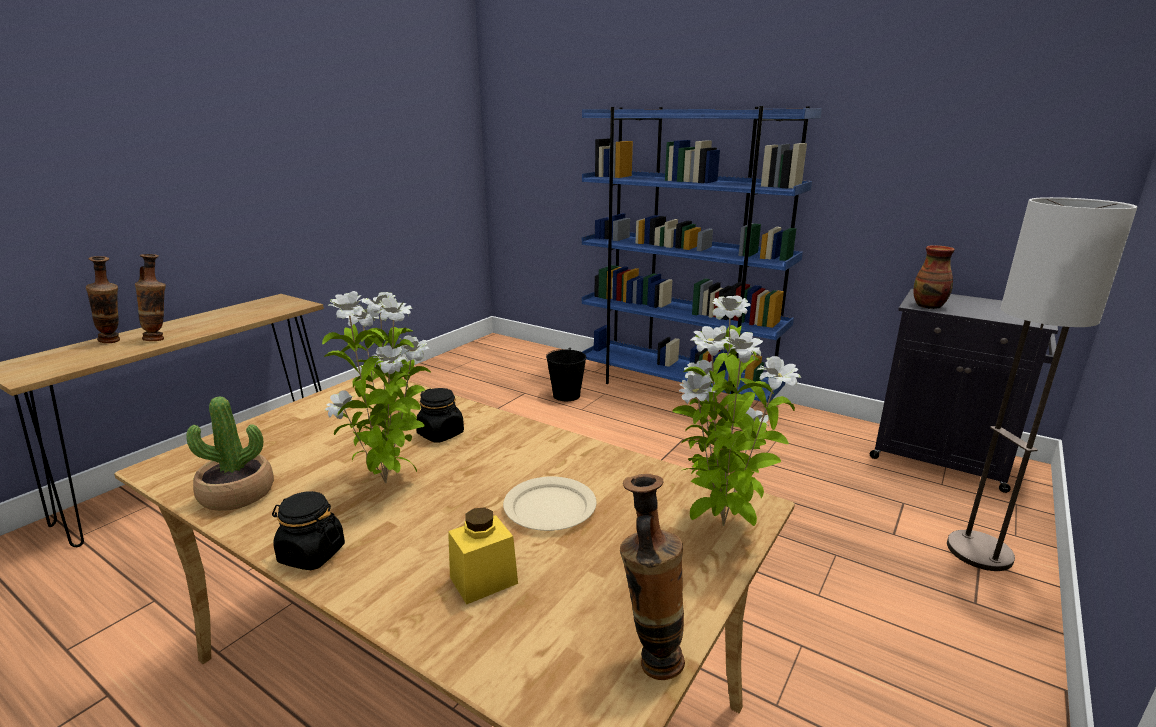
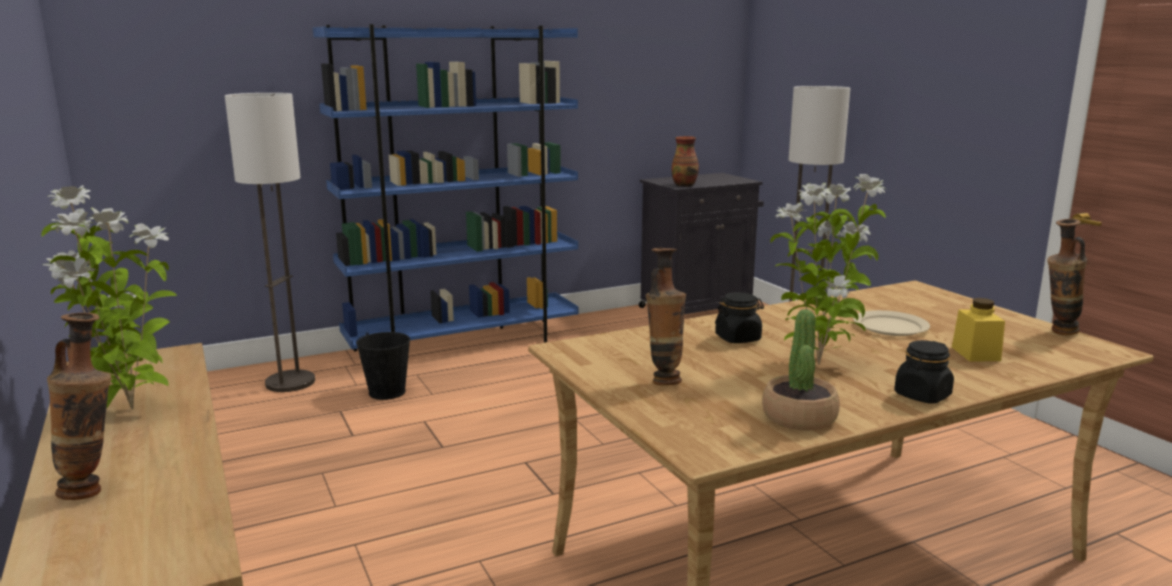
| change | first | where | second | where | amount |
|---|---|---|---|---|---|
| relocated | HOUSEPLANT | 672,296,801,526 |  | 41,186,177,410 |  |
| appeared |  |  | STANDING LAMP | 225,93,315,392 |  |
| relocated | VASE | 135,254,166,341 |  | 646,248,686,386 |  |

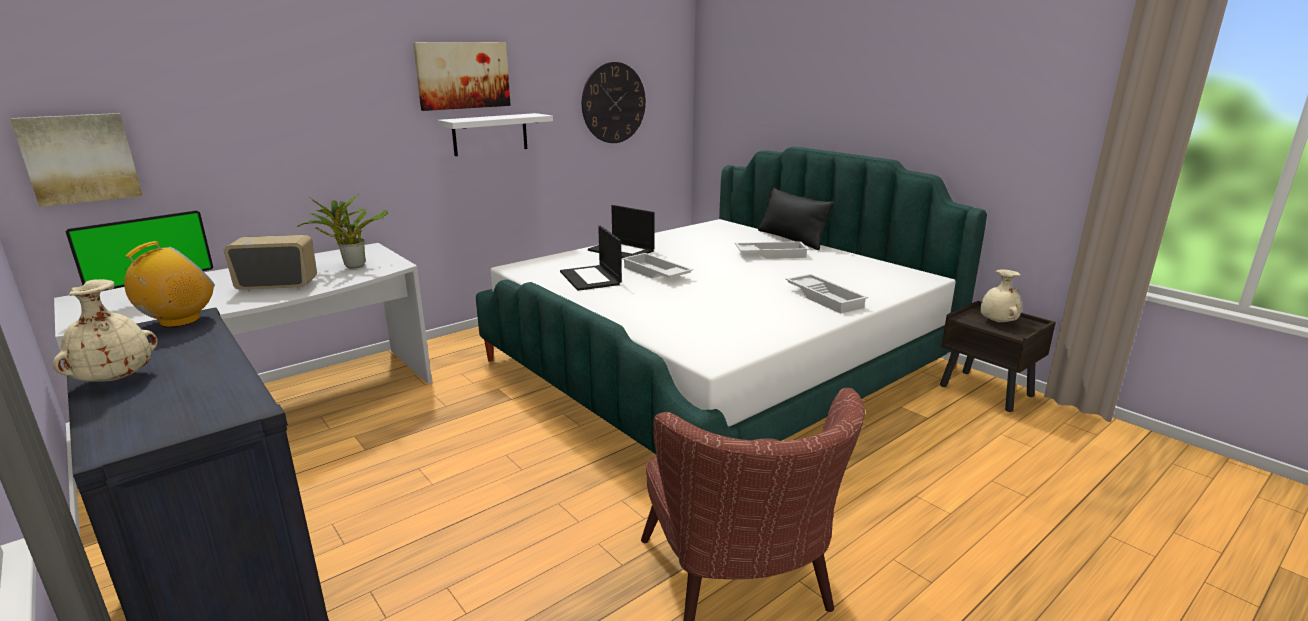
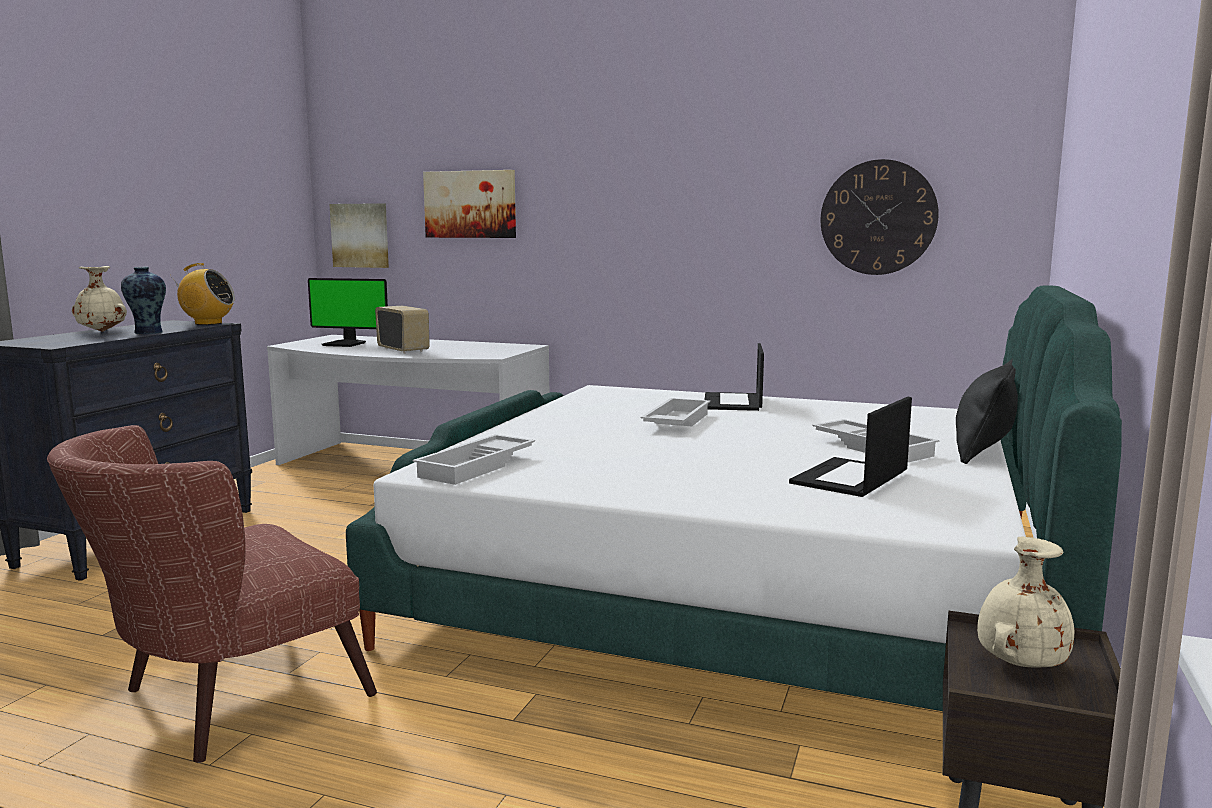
| change | first | where | second | where | amount |
|---|---|---|---|---|---|
| appeared |  |  | VASE | 121,266,166,334 |  |
| relocated | WHITE TRAY | 785,274,868,314 |  | 413,434,535,485 |  |
| relocated | WALL PICTURE | 413,42,511,111 |  | 423,170,516,238 |  |
| relocated | PORTABLE COMPUTER | 560,226,622,291 |  | 789,397,912,497 |  |
| missing | HOUSEPLANT | 297,194,388,269 |  |  |  |
| missing | WHITE SHELF | 438,113,553,156 |  |  |  |

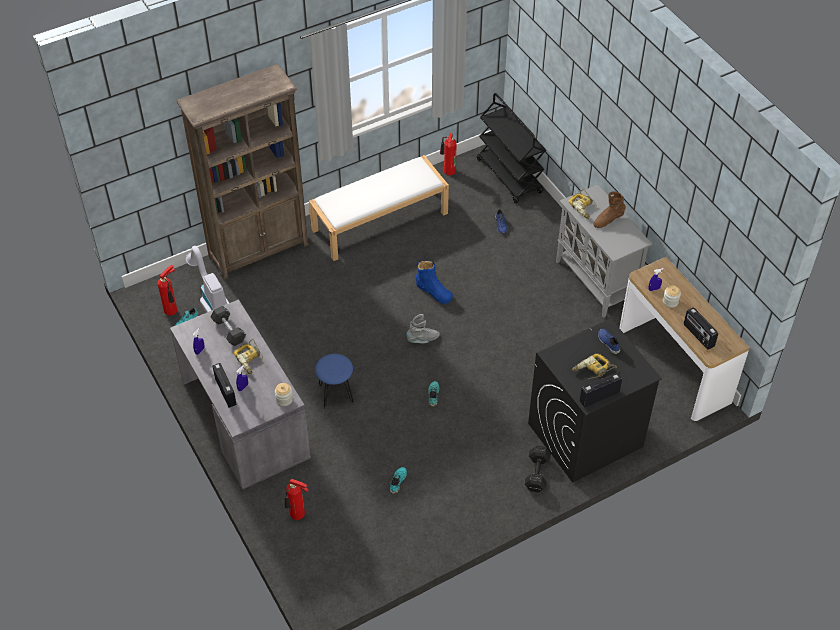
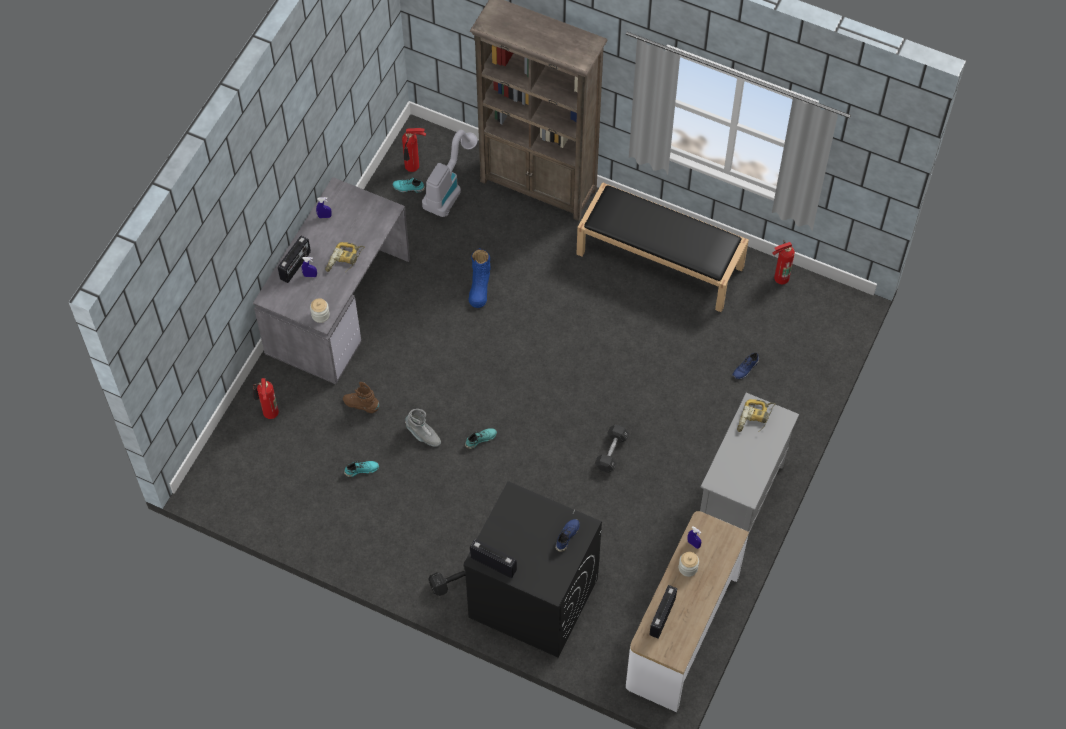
| change | first | where | second | where | amount |
|---|---|---|---|---|---|
| relocated | BROWN-COLOURED BOOT | 593,191,626,228 |  | 343,382,380,413 |  |
| relocated | GREY BOOT | 406,314,440,343 |  | 405,409,441,447 |  |
| relocated | BLUE BOOT | 416,261,453,304 |  | 468,248,490,308 |  |
| colour | WHITE BENCH | 309,155,449,261 | BLACKISH BENCH | 577,182,749,312 |  |
| relocated | BLACKISH HAND WEIGHT | 211,306,246,346 |  | 595,425,629,472 |  |
| missing | BLUE STOOL SEAT | 315,354,354,409 |  |  |  |
| missing | BLACKISH WHEELED CART | 477,93,546,204 |  |  |  |
| missing | POWER DRILL | 572,354,617,379 |  |  |  |

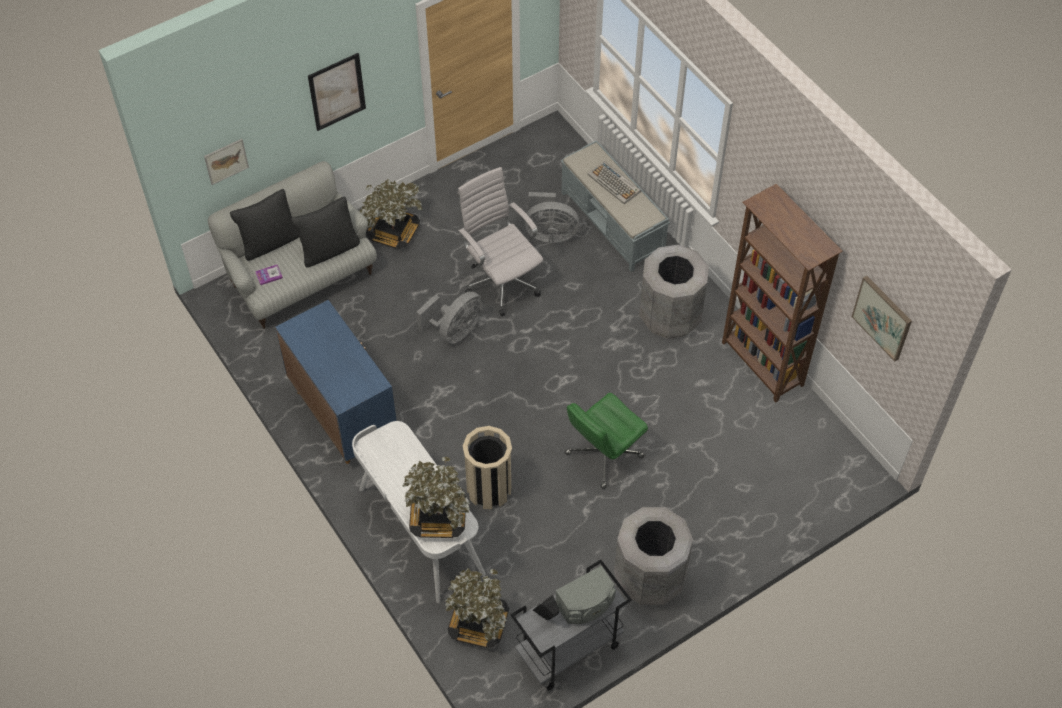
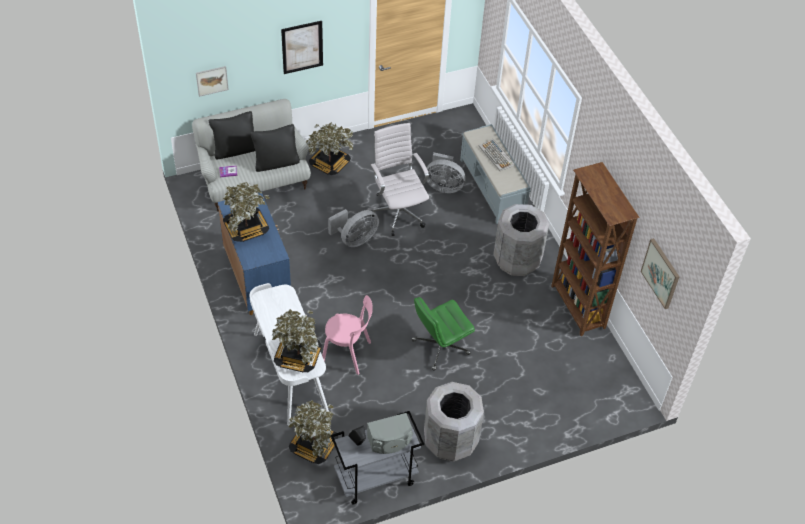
| change | first | where | second | where | amount |
|---|---|---|---|---|---|
| appeared |  |  | HOUSEPLANT | 223,182,270,242 |  |
| exchanged | BEIGE-COLOURED TRASH CAN | 463,426,512,509 | PINK-COLOURED CHAIR | 322,295,373,375 |  |

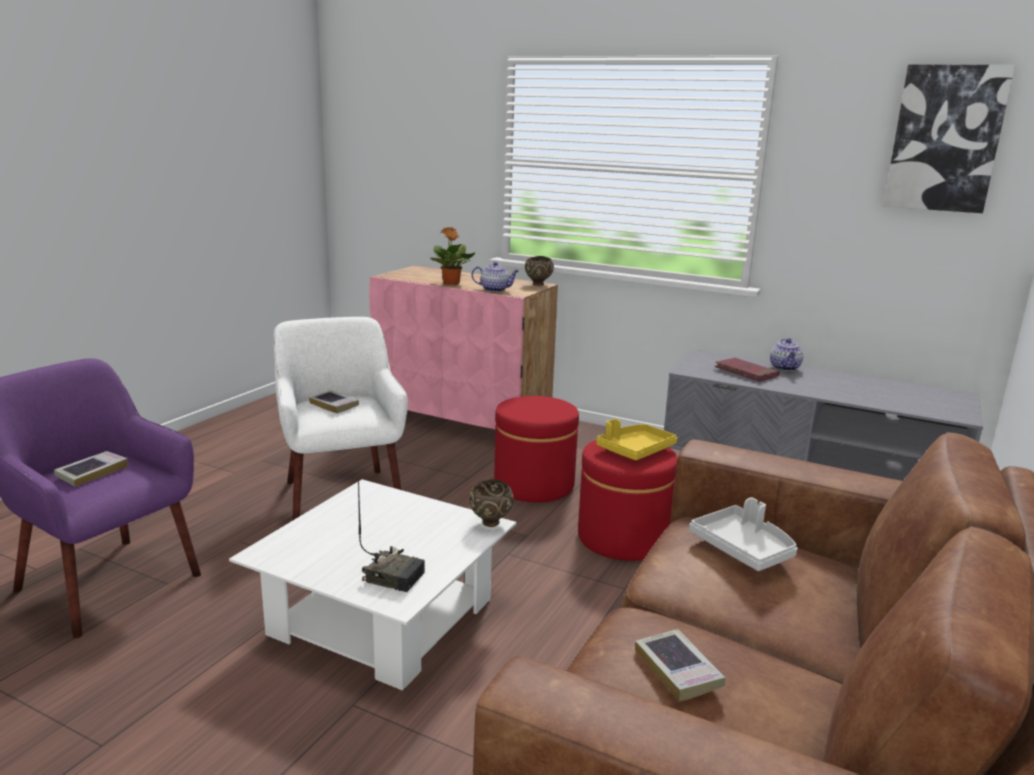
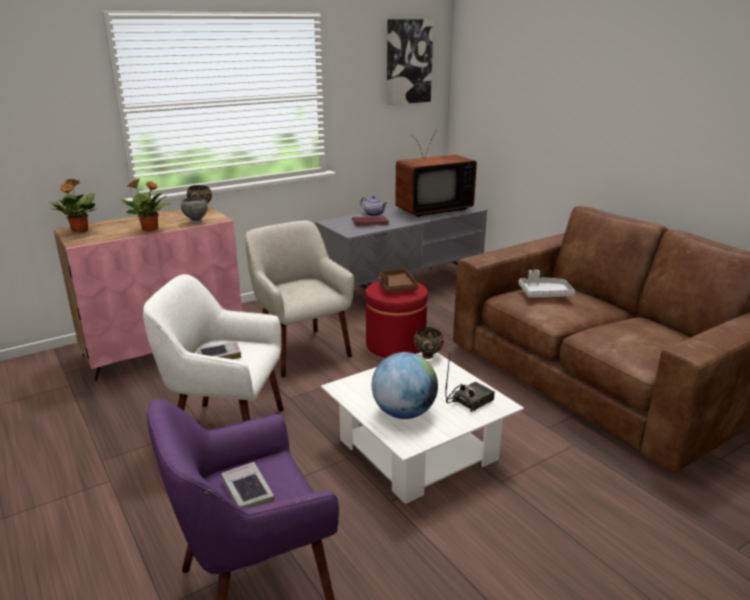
| change | first | where | second | where | amount |
|---|---|---|---|---|---|
| appeared |  |  | HOUSEPLANT | 49,179,96,232 |  |
| exchanged | TEAPOT | 471,262,519,292 | GREY BOWL | 181,197,208,224 |  |
| exchanged | RED-COLOURED FOOTREST | 494,396,579,502 | BEIGE-COLOURED LOUNGE CHAIR | 245,220,354,377 |  |
| appeared |  |  | WORLD GLOBE | 372,352,438,419 |  |
| colour | YELLOW-COLOURED TRAY | 596,419,677,460 | BROWN-COLOURED TRAY | 379,269,419,293 |  |
| appeared |  |  | TELEVISION | 395,129,477,217 |  |
| missing | BOOK | 635,629,726,701 |  |  |  |

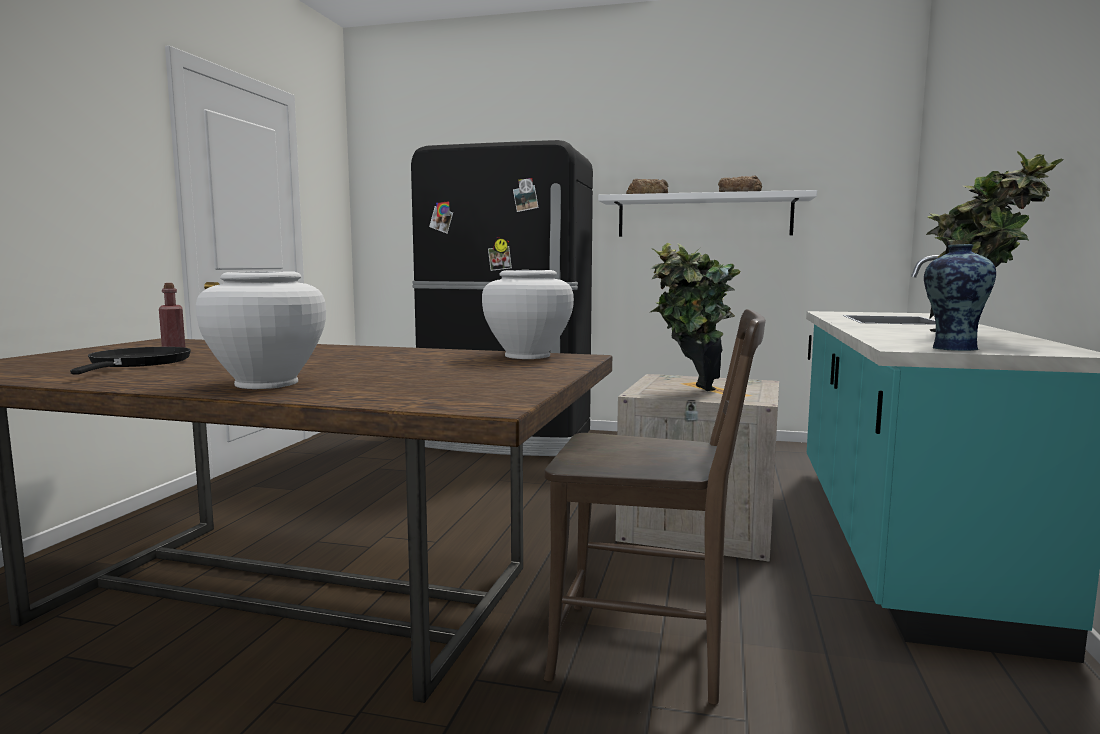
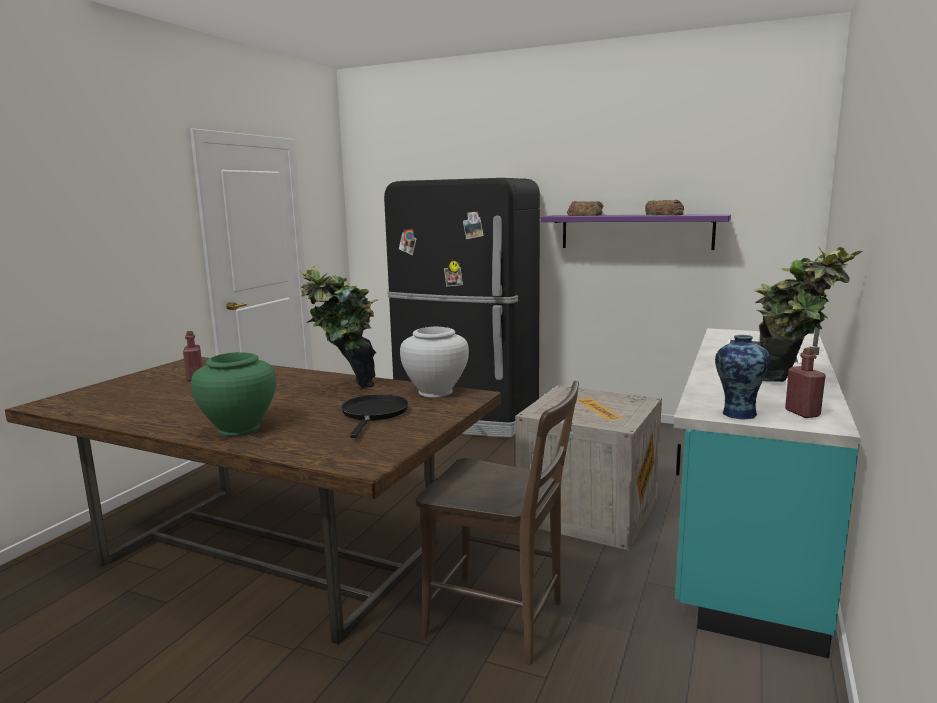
| change | first | where | second | where | amount |
|---|---|---|---|---|---|
| colour | WHITE VASE | 196,271,326,389 | GREEN-COLOURED VASE | 191,352,276,436 |  |
| relocated | HOUSEPLANT | 649,243,740,391 |  | 299,265,379,388 |  |
| relocated | BLACKISH FRYING PAN | 70,347,191,374 |  | 341,394,409,438 |  |
| colour | WHITE SHELF | 598,190,817,237 | PURPLISH SHELF | 540,214,731,250 |  |
| appeared |  |  | RED-COLOURED DRINK BOTTLE | 785,347,826,418 |  |

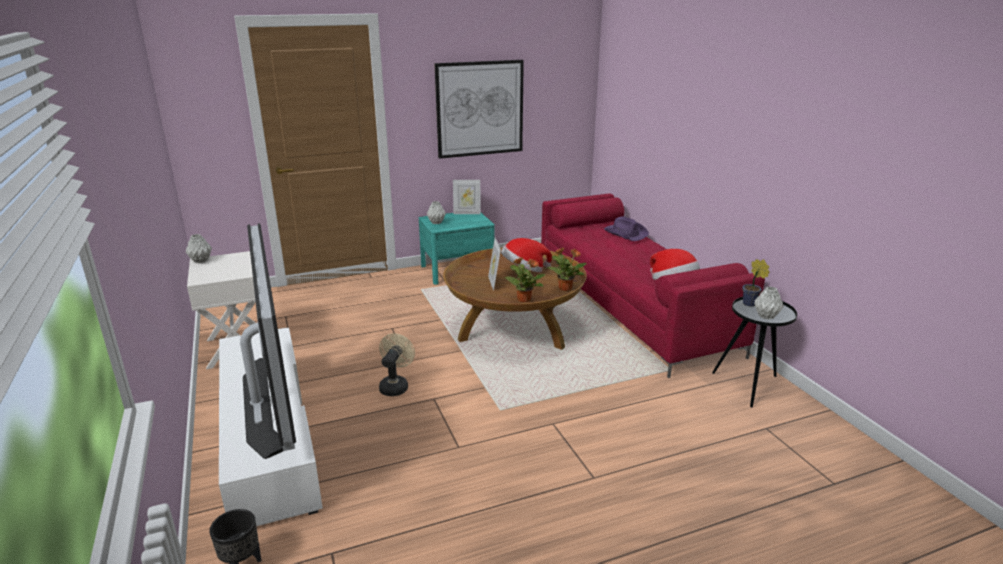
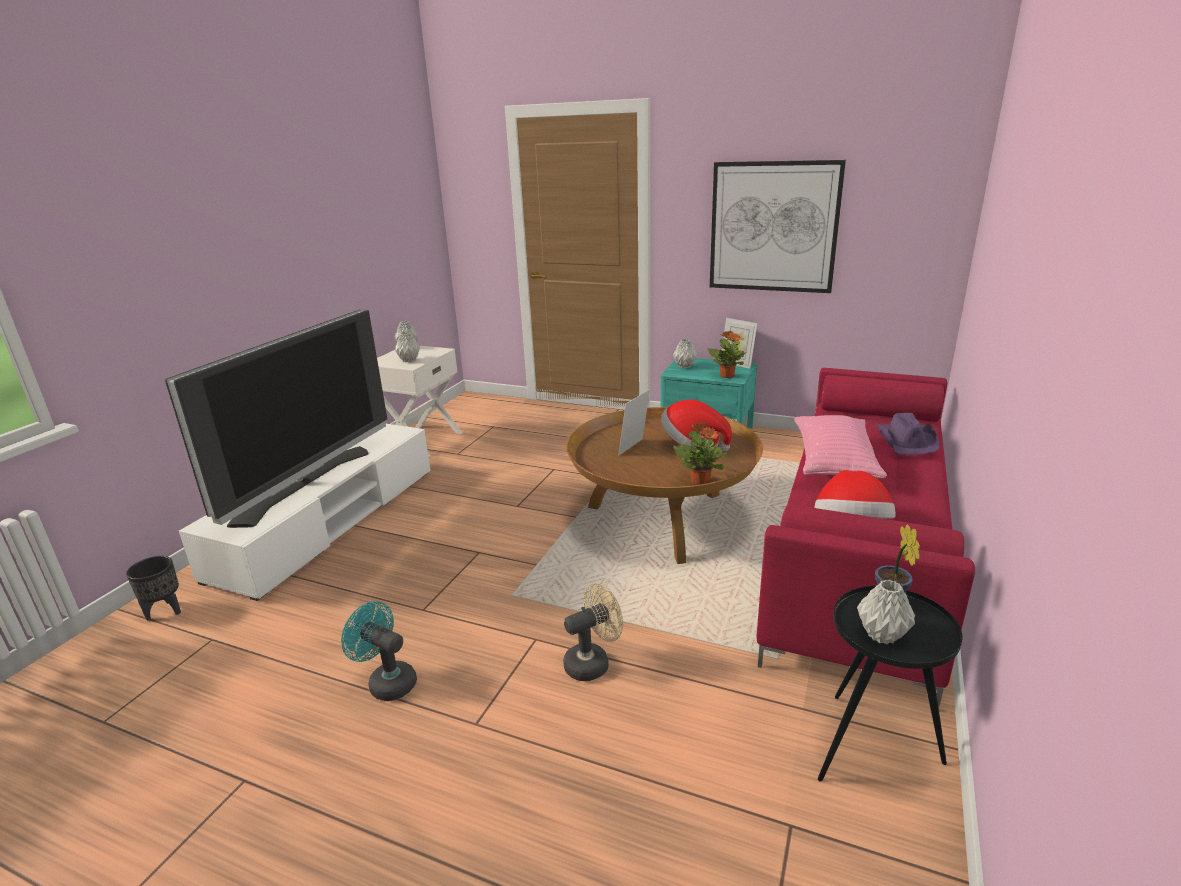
| change | first | where | second | where | amount |
|---|---|---|---|---|---|
| appeared |  |  | TURQUOISE ELECTRIC FAN | 341,601,417,701 |  |
| appeared |  |  | GREY VASE | 394,332,420,362 |  |
| relocated | BEIGE-COLOURED ELECTRIC FAN | 379,333,415,396 |  | 563,583,623,681 |  |
| relocated | HOUSEPLANT | 504,257,546,303 |  | 708,331,747,378 |  |
| appeared |  |  | PINK-COLOURED THROW PILLOW | 794,415,887,478 |  |

